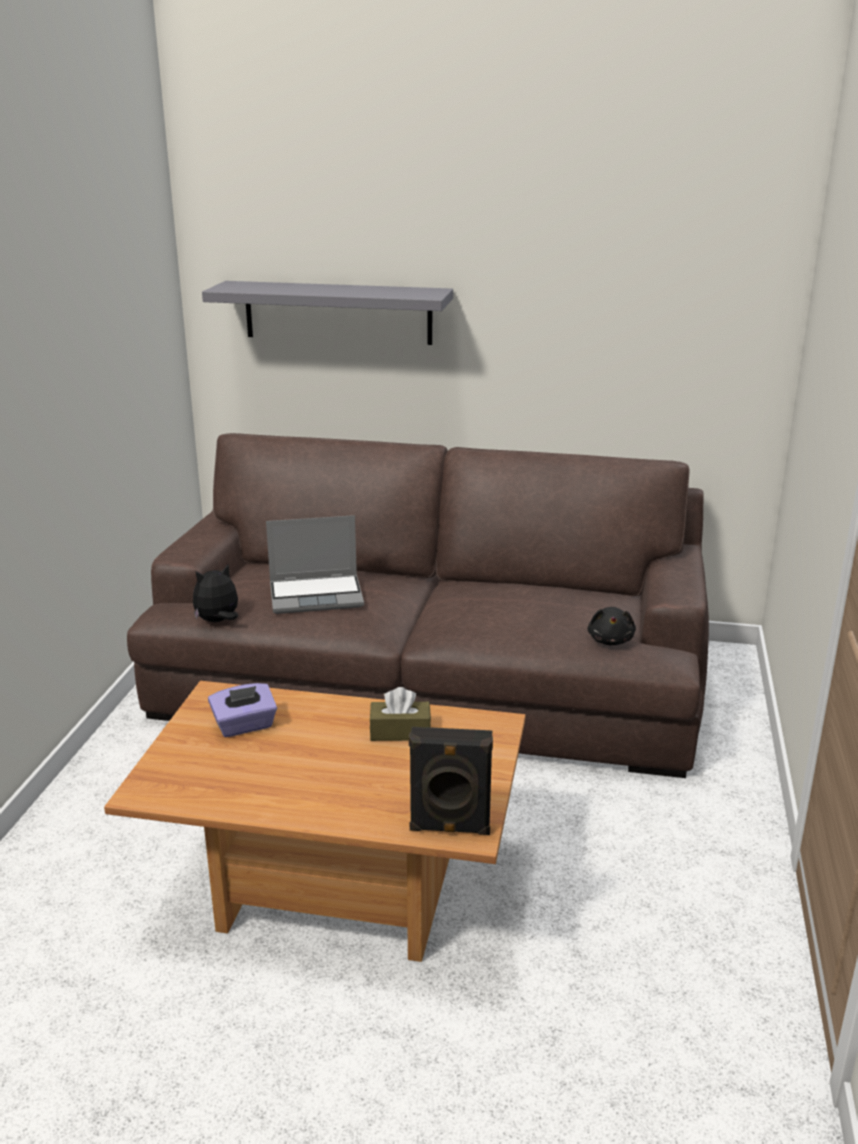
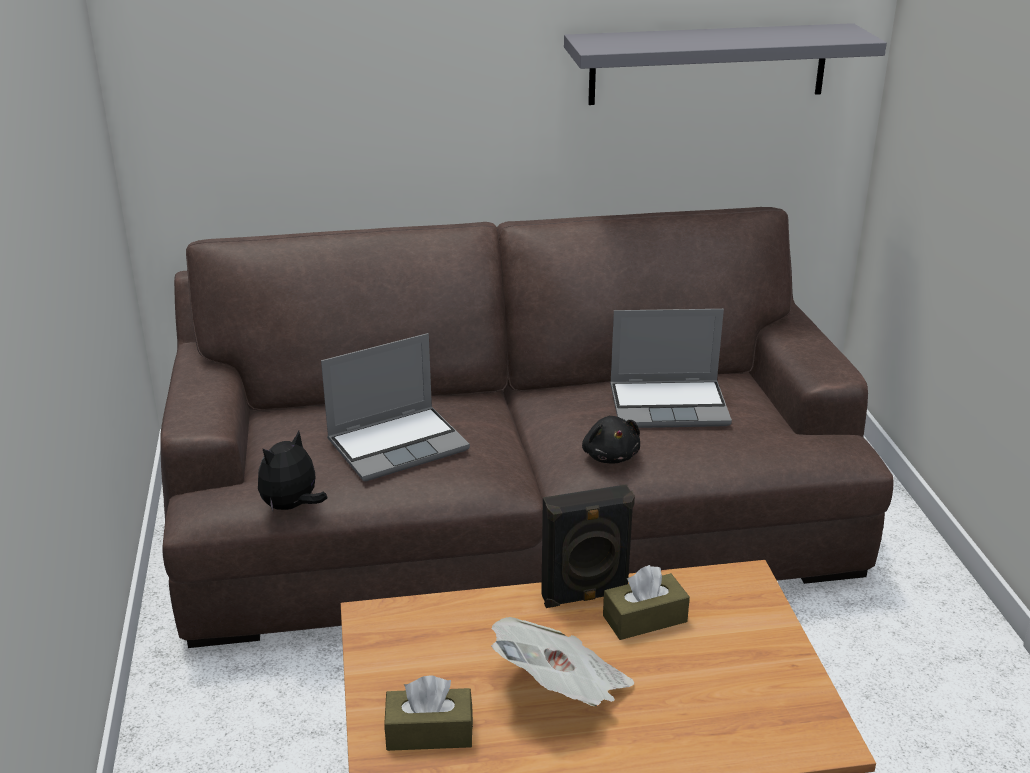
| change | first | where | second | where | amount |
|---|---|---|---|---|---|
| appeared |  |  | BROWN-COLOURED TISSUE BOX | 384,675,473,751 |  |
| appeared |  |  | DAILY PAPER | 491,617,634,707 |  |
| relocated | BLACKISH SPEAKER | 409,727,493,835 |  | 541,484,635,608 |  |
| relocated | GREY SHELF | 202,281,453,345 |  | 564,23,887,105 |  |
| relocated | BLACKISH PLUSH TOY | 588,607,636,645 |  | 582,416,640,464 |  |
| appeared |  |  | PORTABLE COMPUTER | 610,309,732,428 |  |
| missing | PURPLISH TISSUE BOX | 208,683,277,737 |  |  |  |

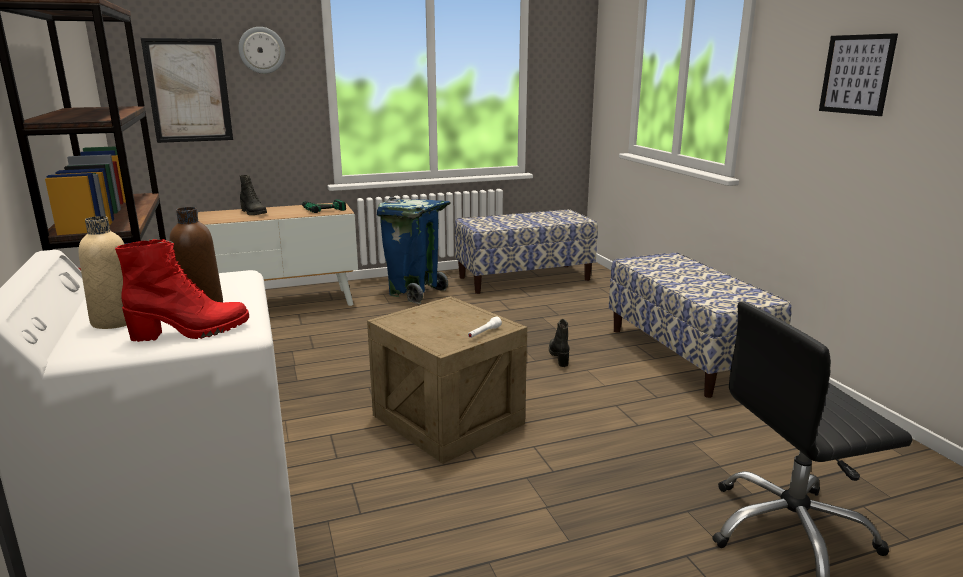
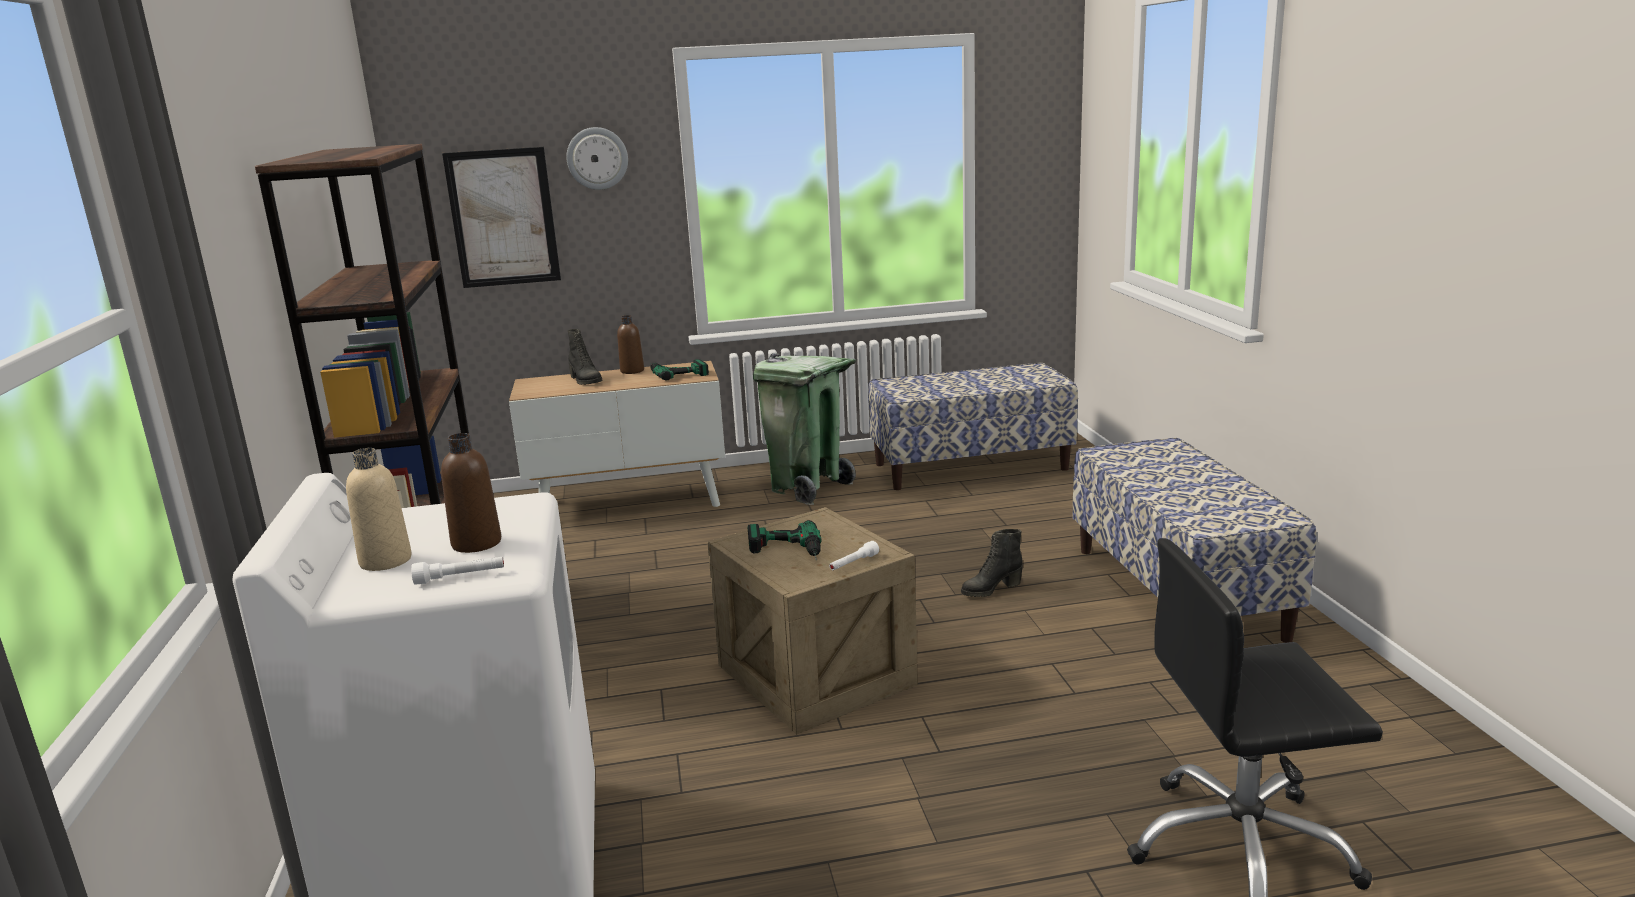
| change | first | where | second | where | amount |
|---|---|---|---|---|---|
| exchanged | RED-COLOURED BOOT | 115,239,249,342 | WHITE HAND TORCH | 411,557,504,585 |  |
| appeared |  |  | BROWN-COLOURED DRINK BOTTLE | 617,315,644,374 |  |
| appeared |  |  | POWER DRILL | 747,520,822,560 |  |
| colour | BLUE TRASH CAN | 377,197,451,304 | GREEN-COLOURED TRASH CAN | 753,353,856,505 |  |
| spun | BLACKISH BOOT | 549,319,570,367 |  | 961,529,1023,597 | 120 degrees counterclockwise |
| missing | WALL PICTURE | 819,33,898,116 |  |  |  |

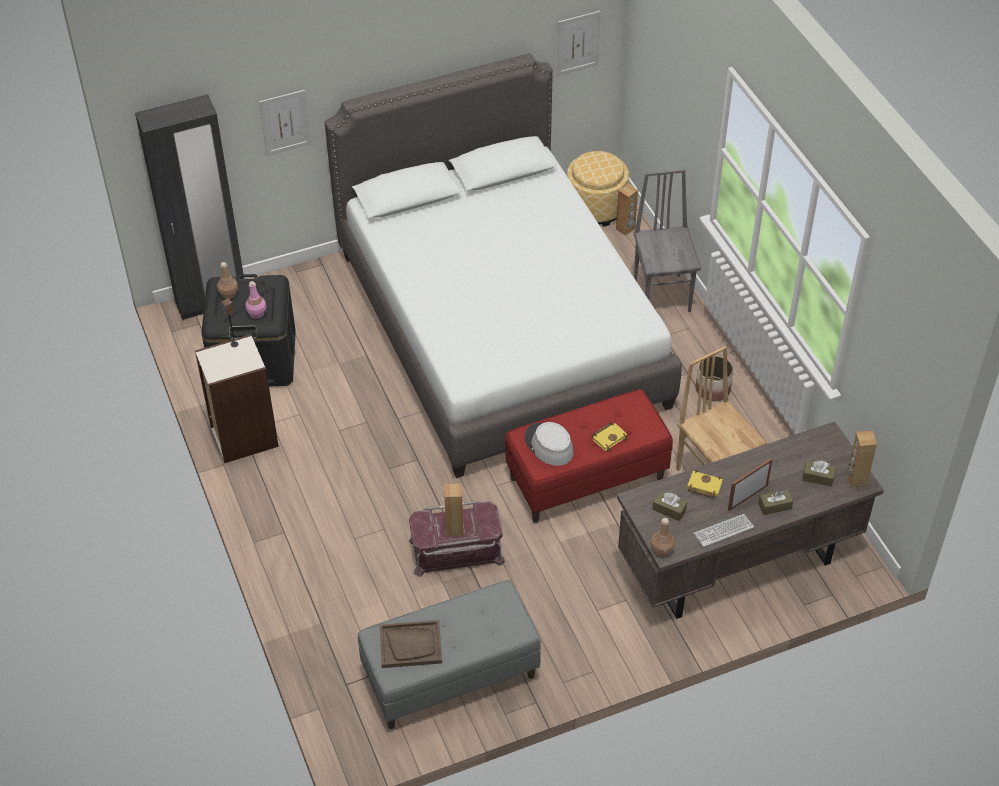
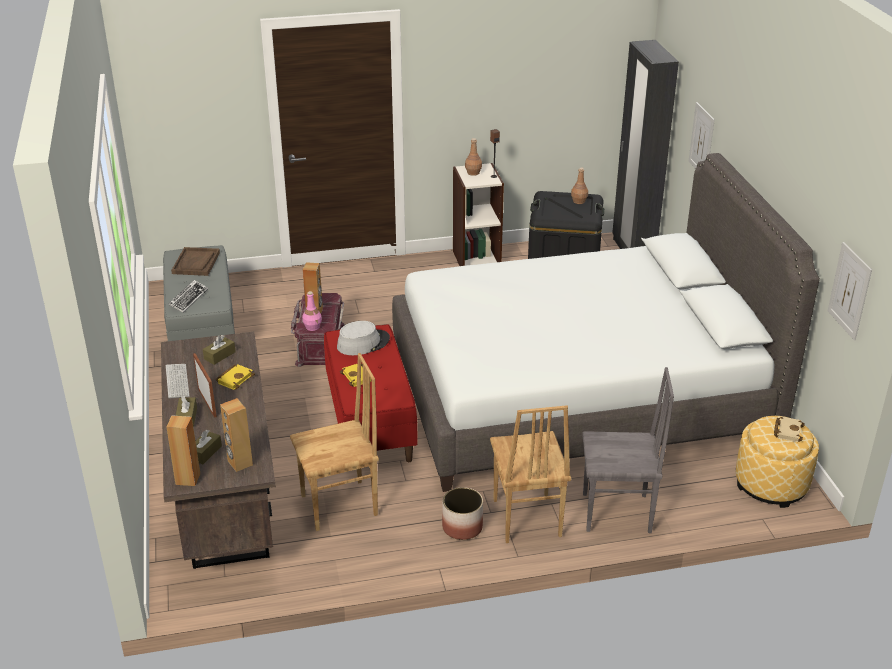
| change | first | where | second | where | amount |
|---|---|---|---|---|---|
| appeared |  |  | PC KEYBOARD | 168,280,208,313 |  |
| relocated | BROWN-COLOURED SPEAKER | 616,184,638,236 |  | 220,398,253,472 |  |
| relocated | PINK-COLOURED DRINK BOTTLE | 245,281,266,319 |  | 302,291,322,331 |  |
| relocated | BROWN-COLOURED DRINK BOTTLE | 651,518,675,557 |  | 465,138,482,176 |  |
| appeared |  |  | BROWN-COLOURED CHAIR | 490,405,571,543 |  |
| appeared |  |  | BEIGE-COLOURED BOOK | 774,417,805,442 |  |

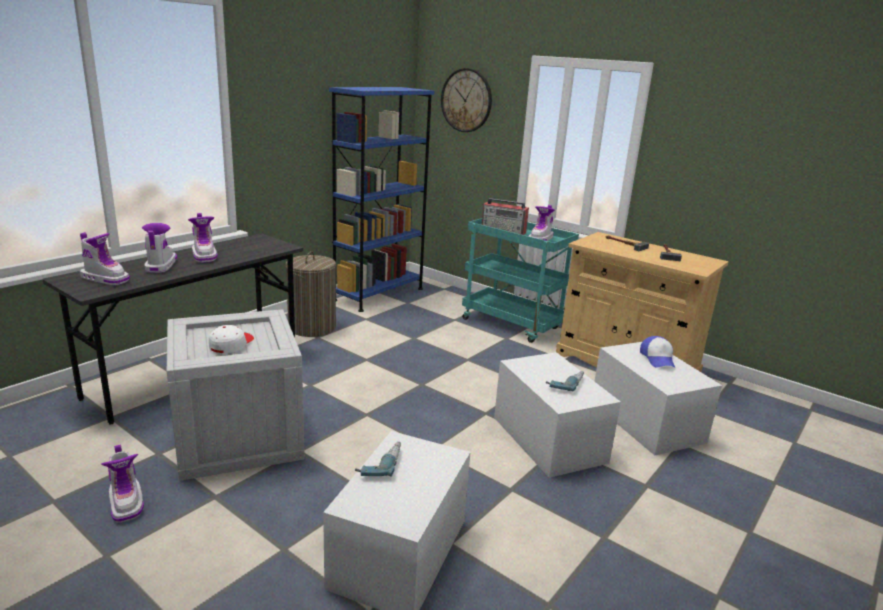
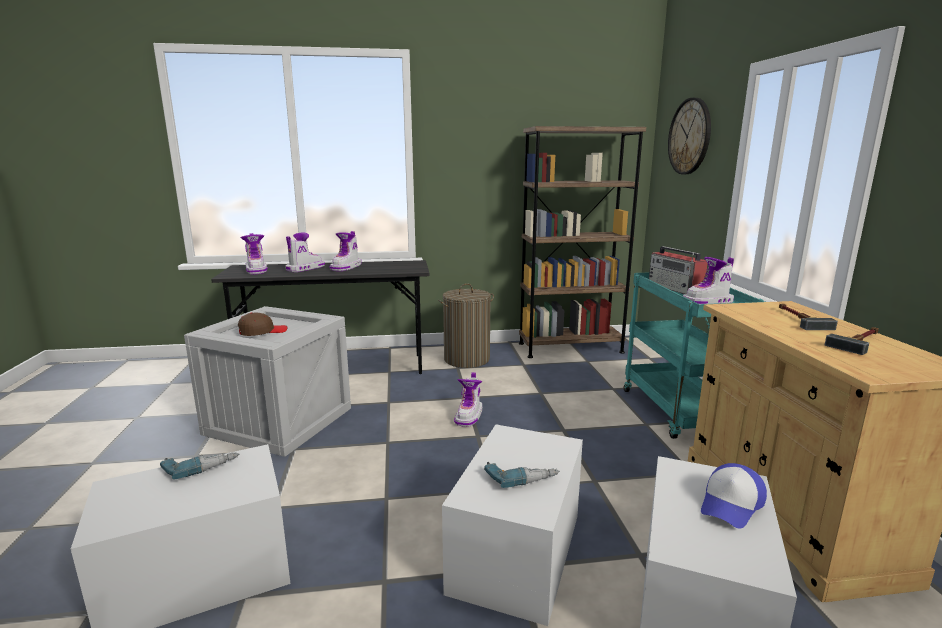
| change | first | where | second | where | amount |
|---|---|---|---|---|---|
| colour | WHITE BASEBALL CAP | 209,325,254,353 | BROWN-COLOURED BASEBALL CAP | 238,312,287,336 |  |
| relocated | BOOT | 101,445,144,522 |  | 454,372,482,427 |  |
| colour | BLUE BOOKCASE | 329,87,434,312 | BROWN-COLOURED BOOKCASE | 519,126,646,358 |  |

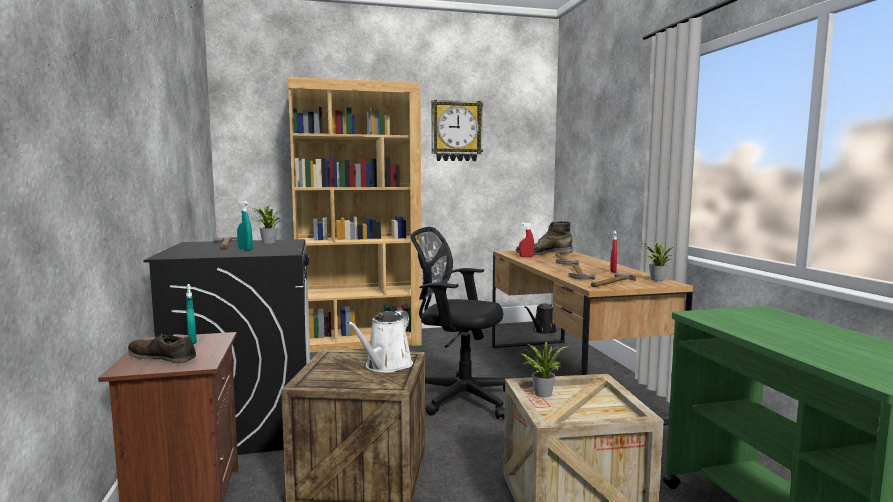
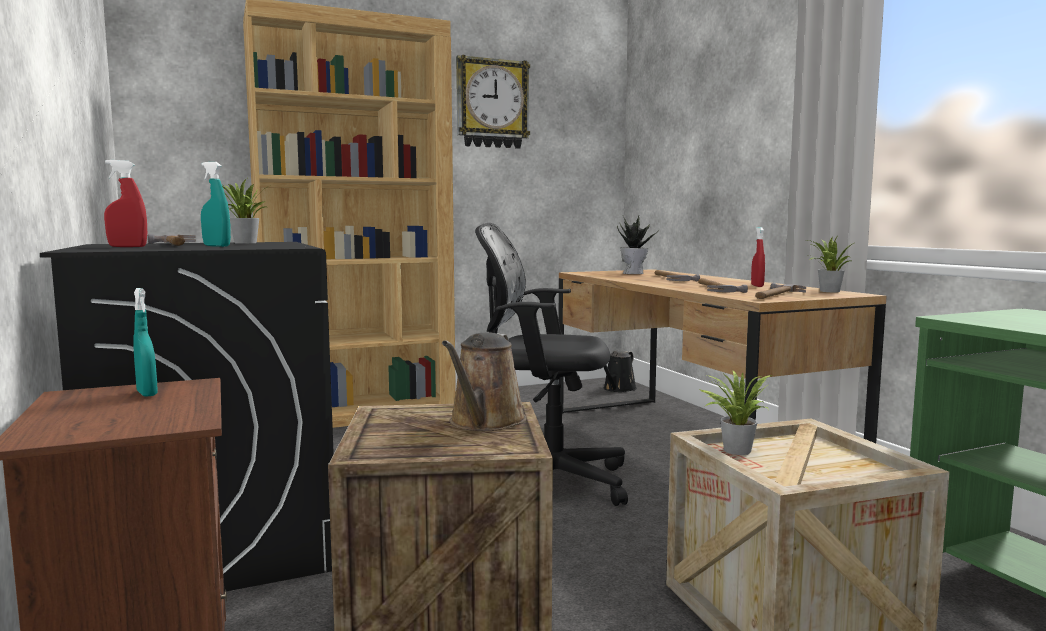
| change | first | where | second | where | amount |
|---|---|---|---|---|---|
| relocated | RED-COLOURED HAND SPRAYER | 519,223,534,257 |  | 104,160,147,247 |  |
| colour | WHITE SPRINKLING CAN | 346,311,413,373 | BROWN-COLOURED SPRINKLING CAN | 442,332,527,431 |  |
| exchanged | GREEN-COLOURED BOOT | 516,221,573,255 | HOUSEPLANT | 617,216,656,274 |  |
| missing | BROWN-COLOURED SHOE | 128,333,196,363 |  |  |  |

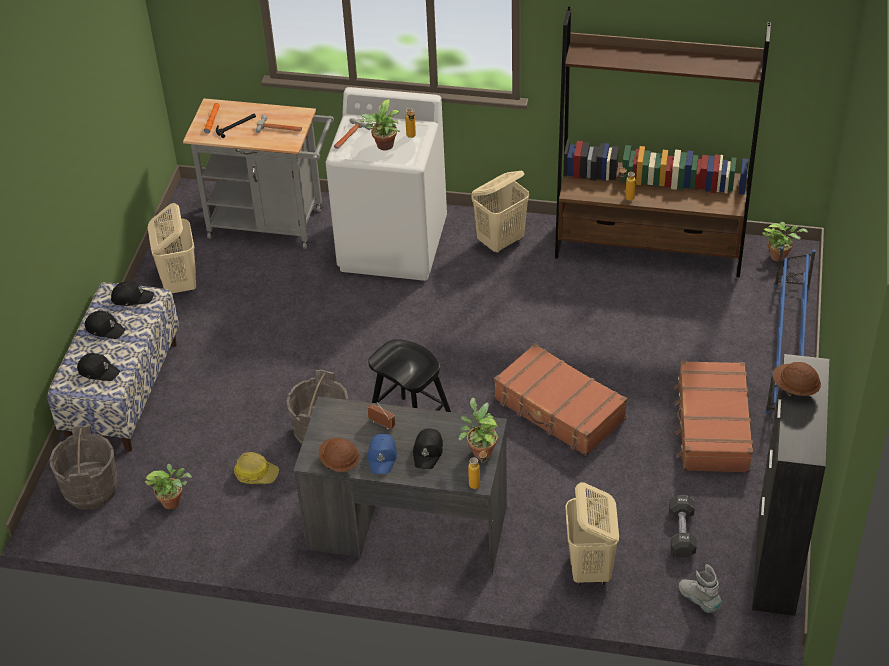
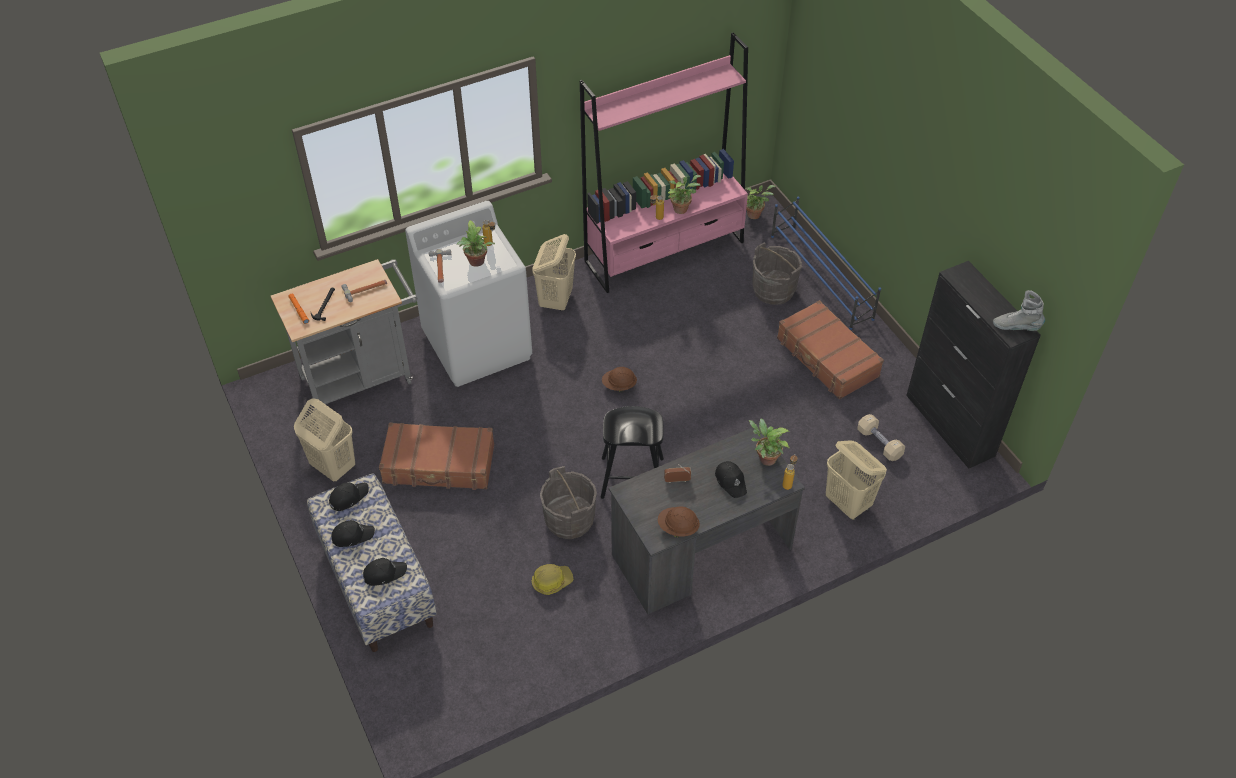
| change | first | where | second | where | amount |
|---|---|---|---|---|---|
| relocated | BROWN-COLOURED SUITCASE | 494,344,627,456 |  | 379,422,494,490 |  |
| colour | BROWN-COLOURED BOOKCASE | 555,6,771,277 | PINK-COLOURED BOOKCASE | 580,32,748,293 |  |
| relocated | BROWN-COLOURED SAFETY HELMET | 772,362,821,397 |  | 602,367,637,392 |  |
| relocated | HOUSEPLANT | 145,464,192,509 |  | 668,175,701,214 |  |
| relocated | GREY PAIL | 49,426,118,510 |  | 752,242,802,305 |  |
| colour | BLACKISH HAND WEIGHT | 669,495,697,558 | BEIGE-COLOURED HAND WEIGHT | 857,414,905,461 |  |
| relocated | GREY BOOT | 679,564,722,613 |  | 993,290,1045,331 |  |
| missing | BLUE BASEBALL CAP | 367,433,397,474 |  |  |  |

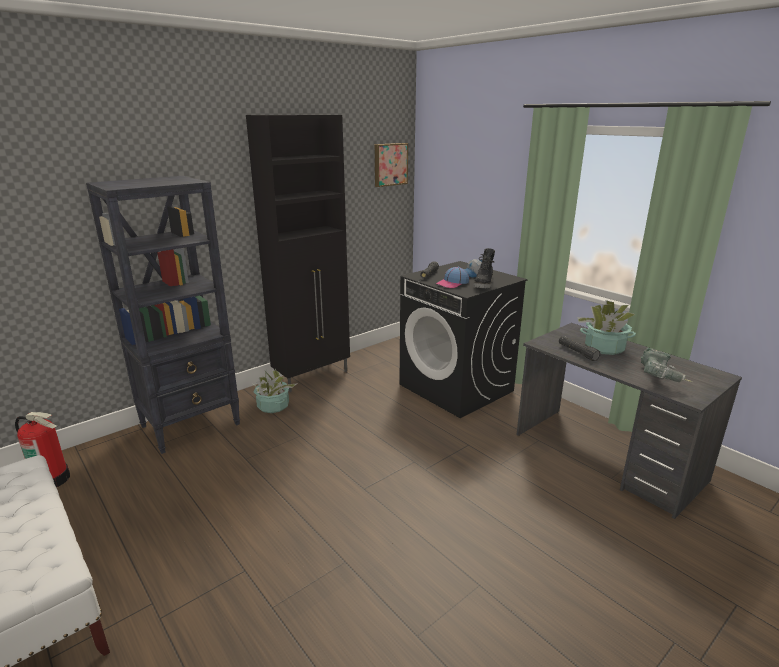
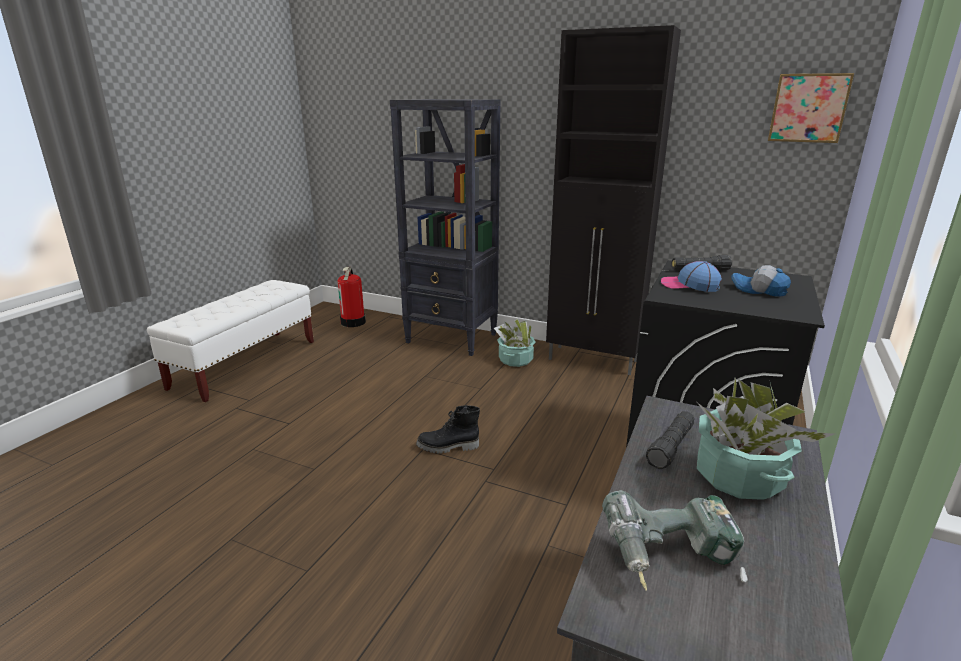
| change | first | where | second | where | amount |
|---|---|---|---|---|---|
| relocated | BLACKISH BOOT | 473,248,495,288 |  | 416,405,480,454 |  |

